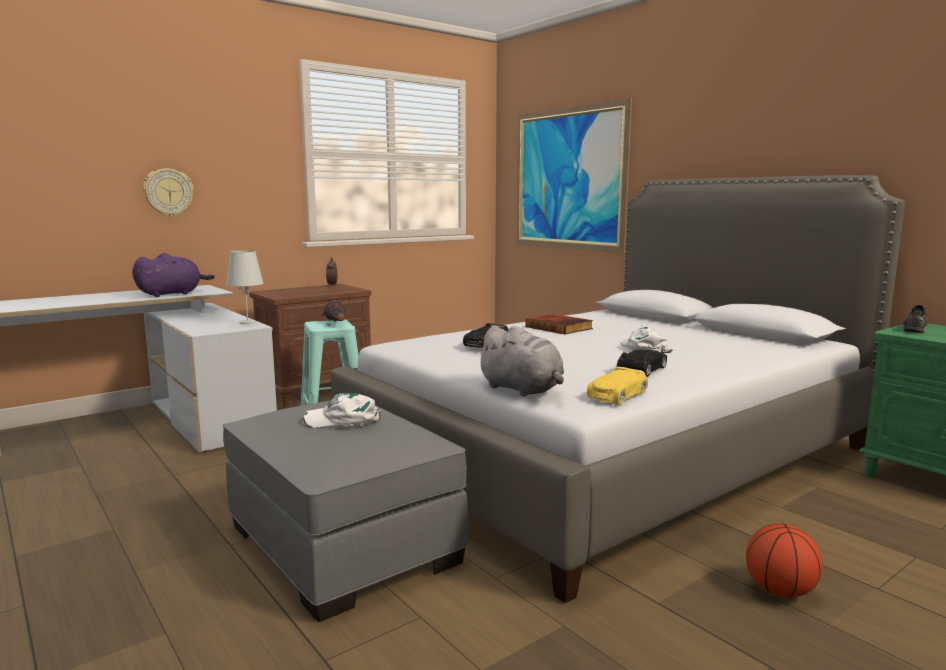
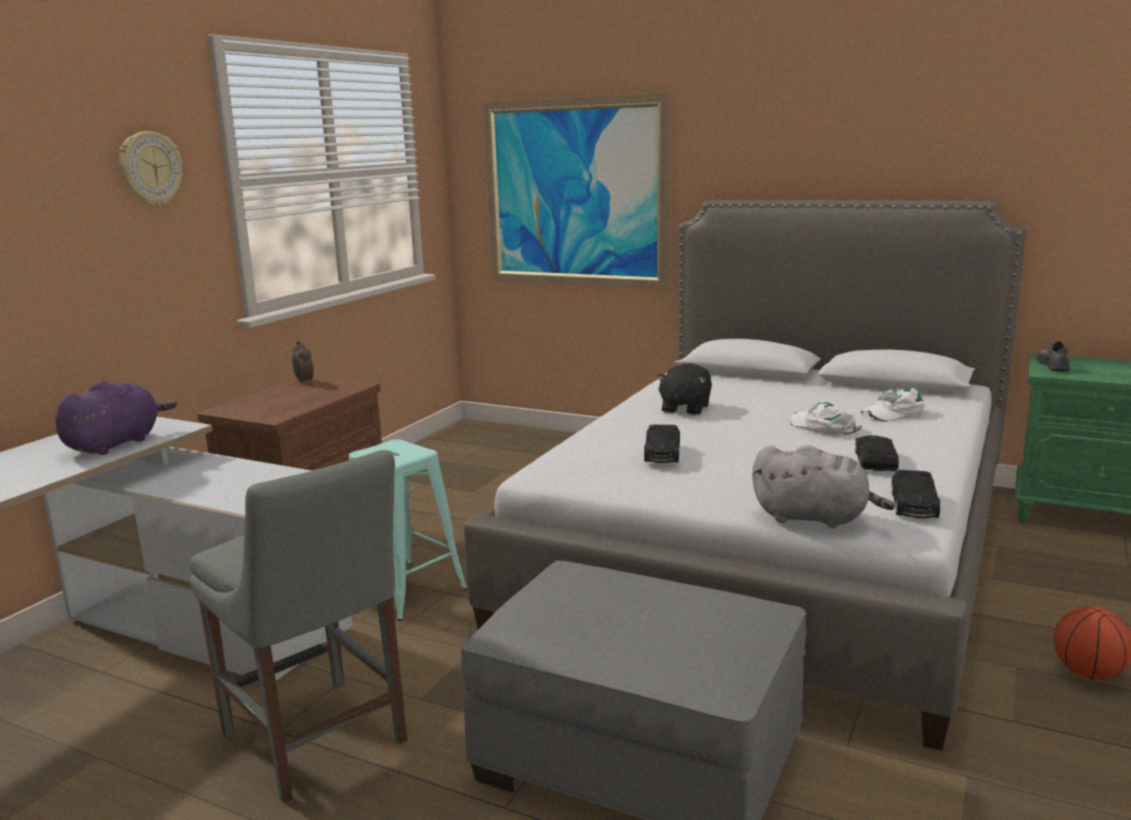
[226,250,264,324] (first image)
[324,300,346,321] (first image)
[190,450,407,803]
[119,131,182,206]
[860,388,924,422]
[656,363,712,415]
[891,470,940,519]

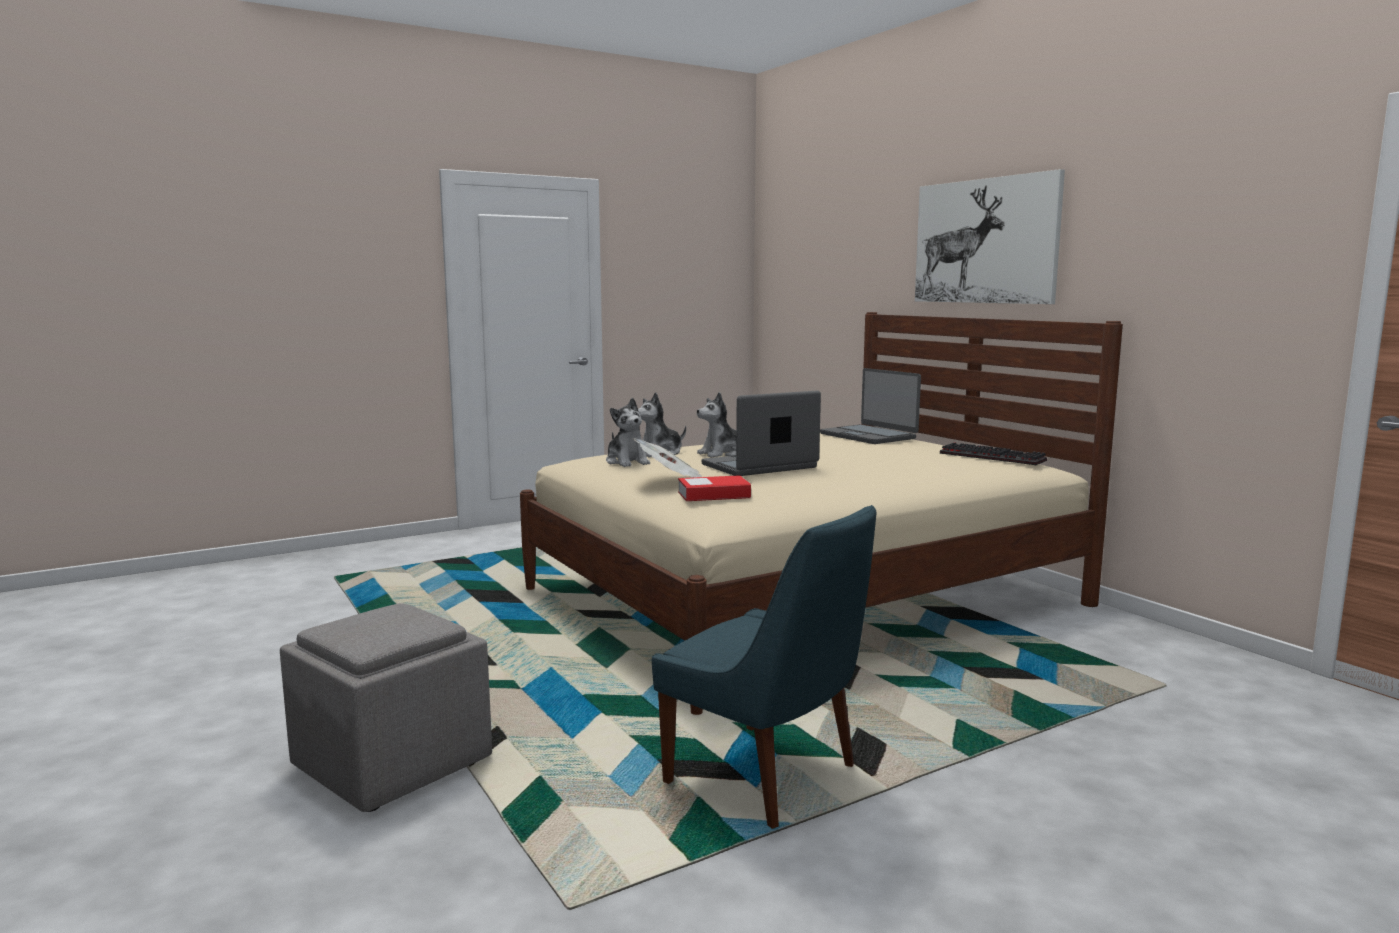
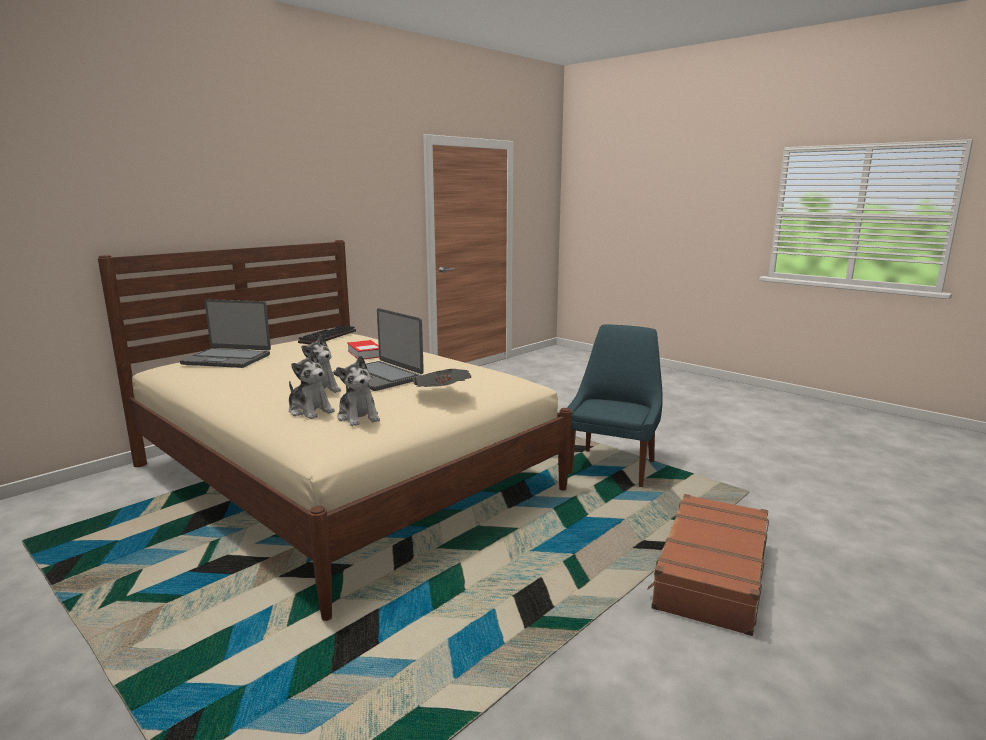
[915,169,1065,304] (first image)
[347,340,379,359]
[647,494,769,636]
[336,356,380,426]
[180,299,271,368]

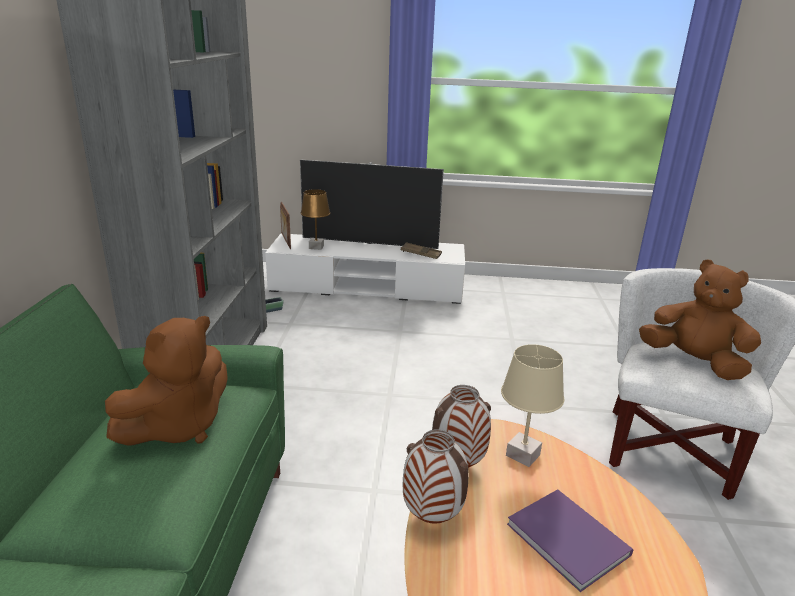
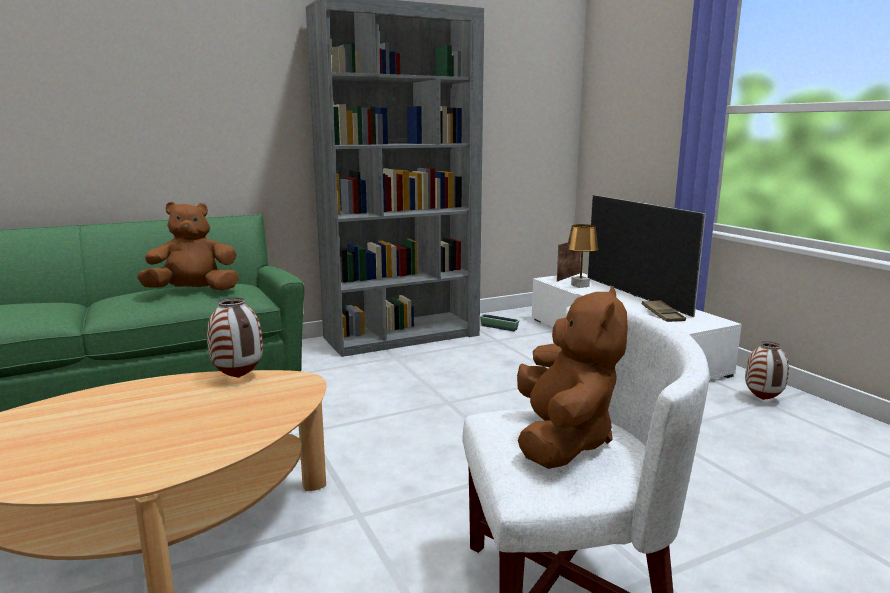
[501,344,564,467] (first image)
[507,489,633,592] (first image)
[745,341,789,400]
[137,202,239,291]

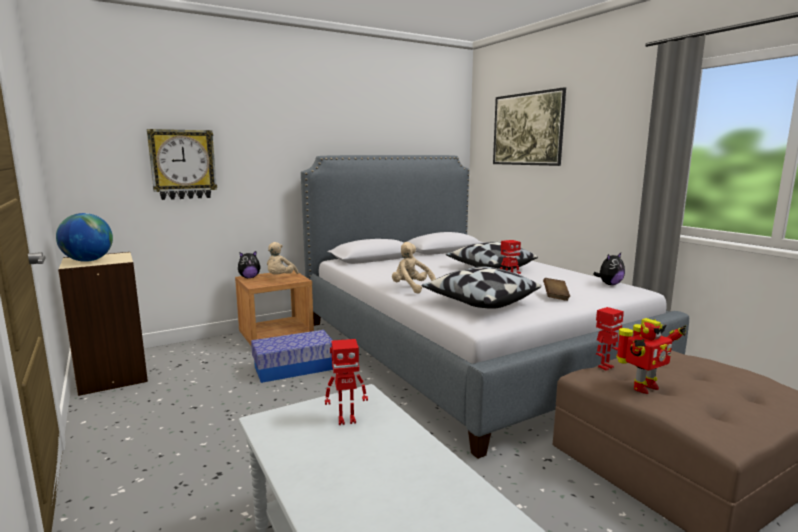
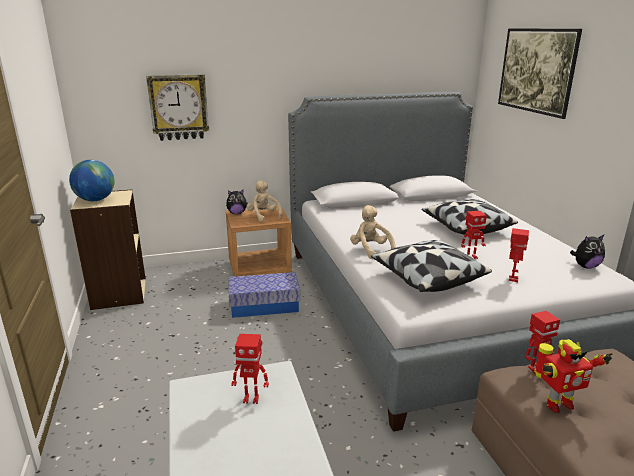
[509,228,529,282]
[247,180,283,222]

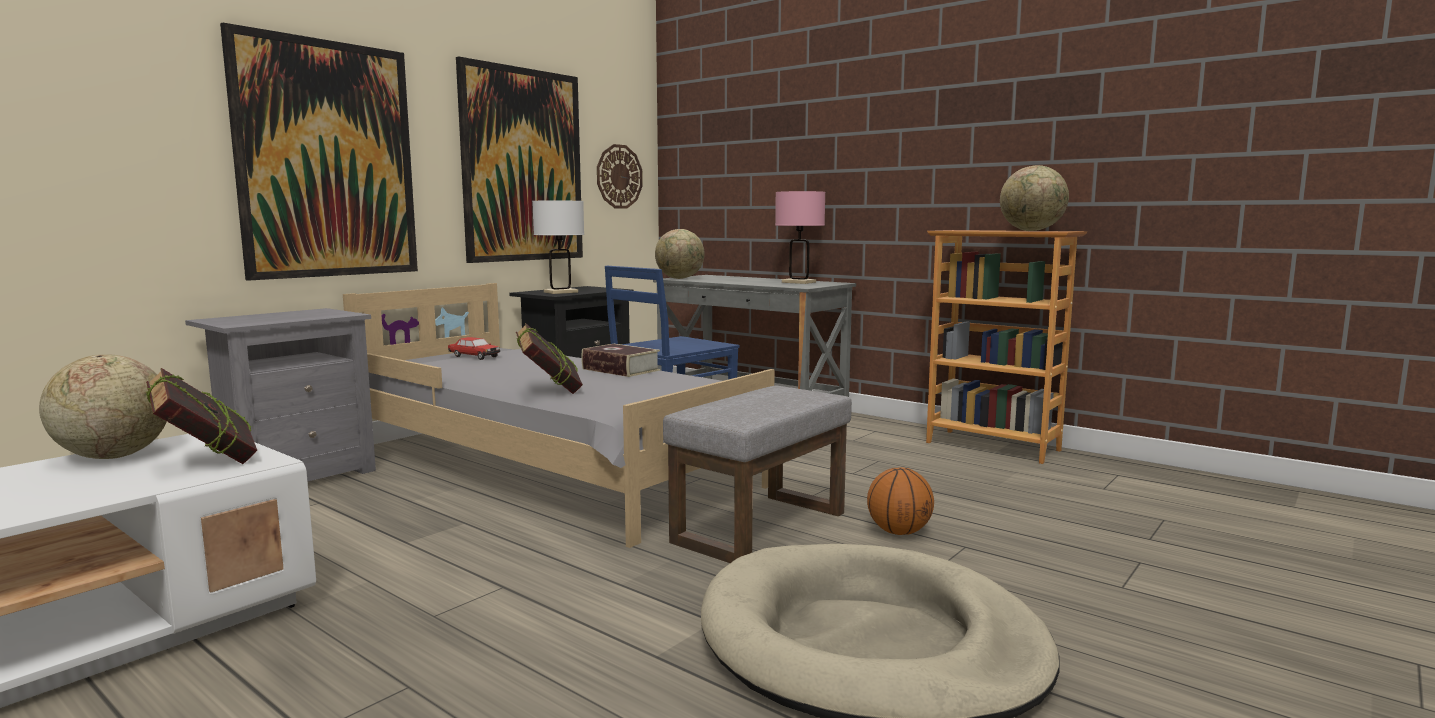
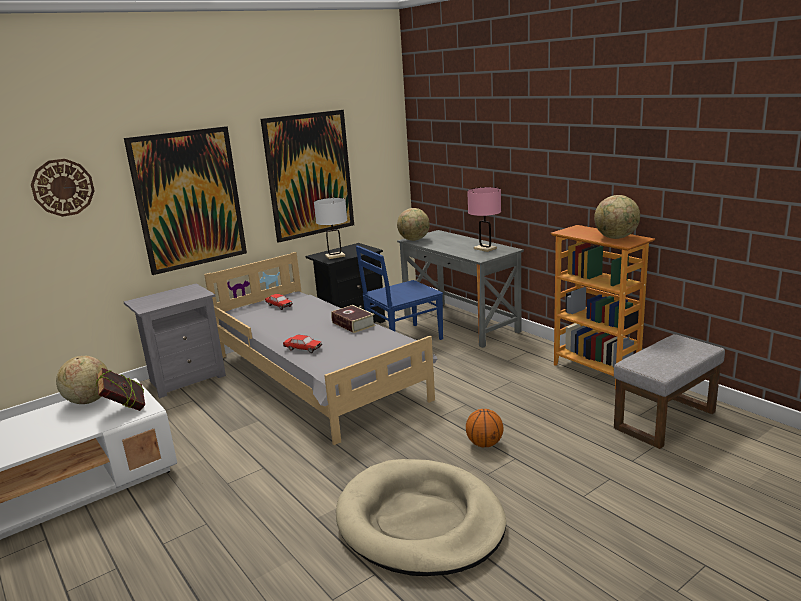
[31,159,95,217]
[614,334,725,449]
[283,335,322,353]

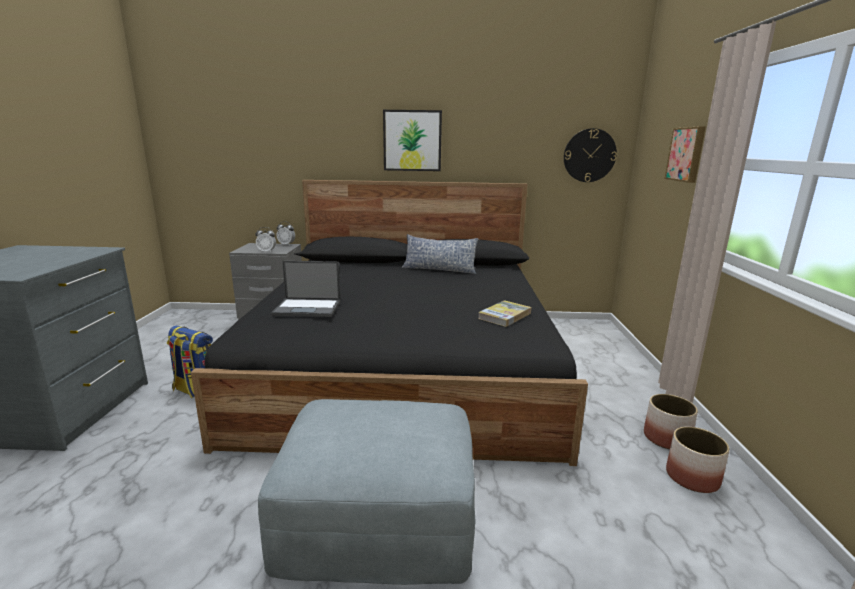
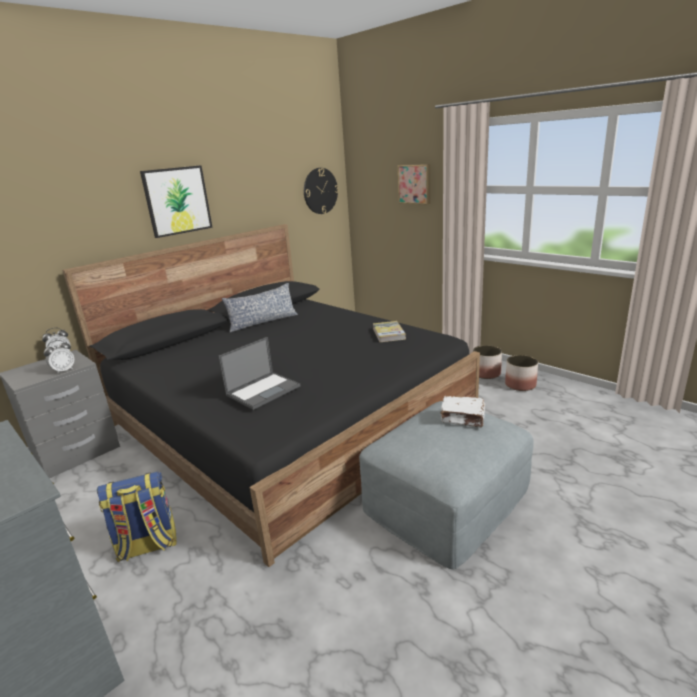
[440,396,485,427]

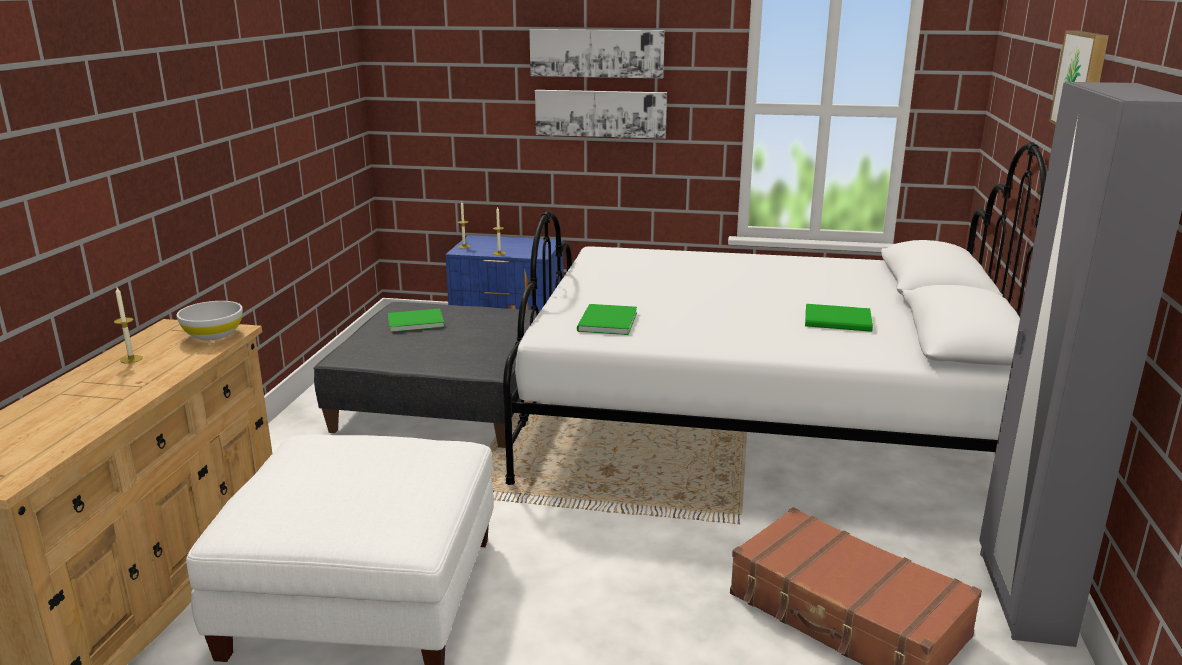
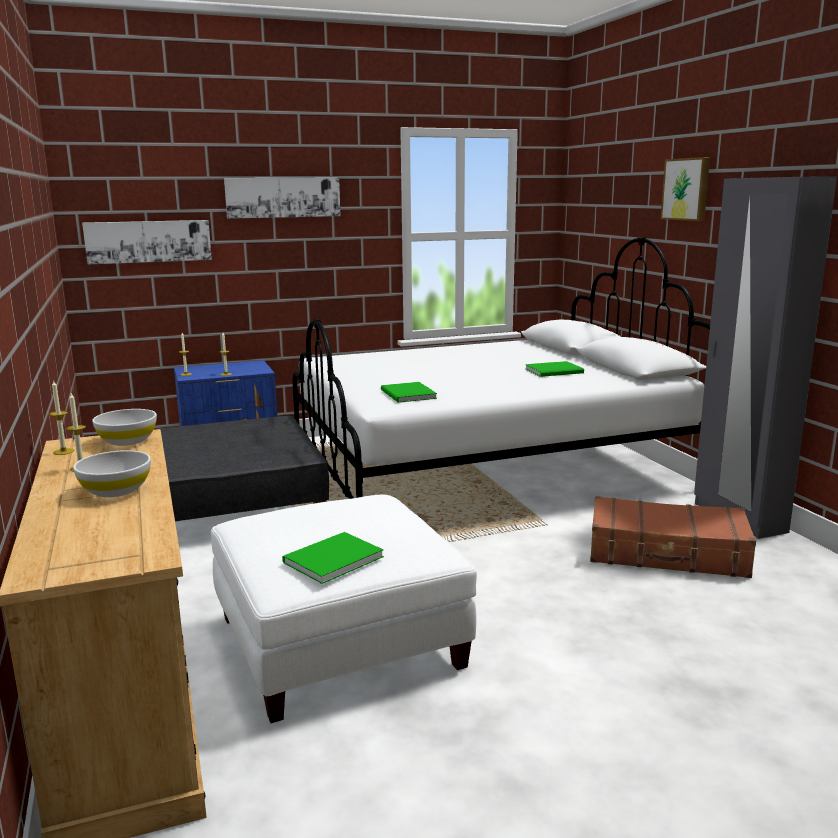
[49,381,75,455]
[73,450,151,497]
[282,532,384,584]
[82,220,212,265]

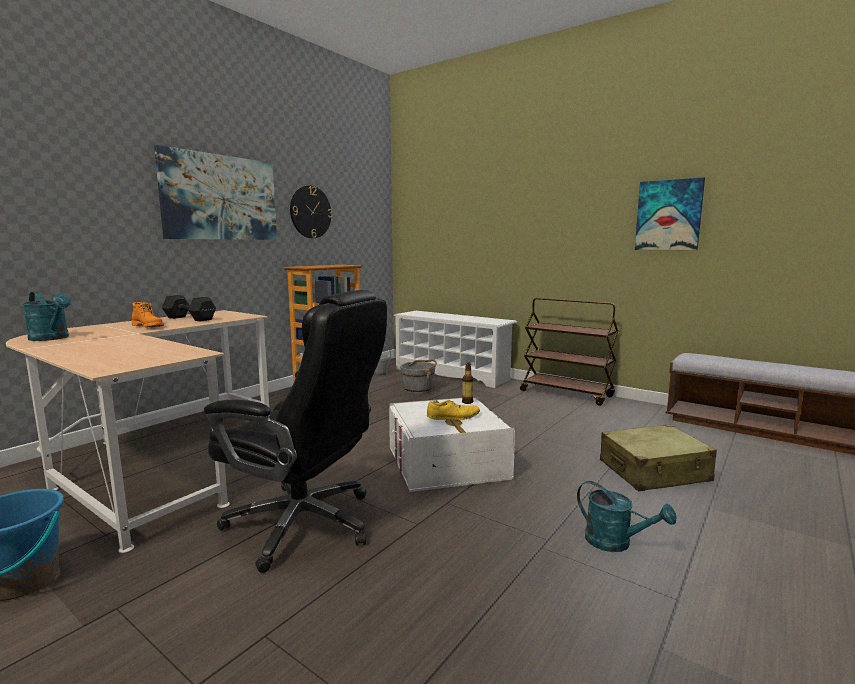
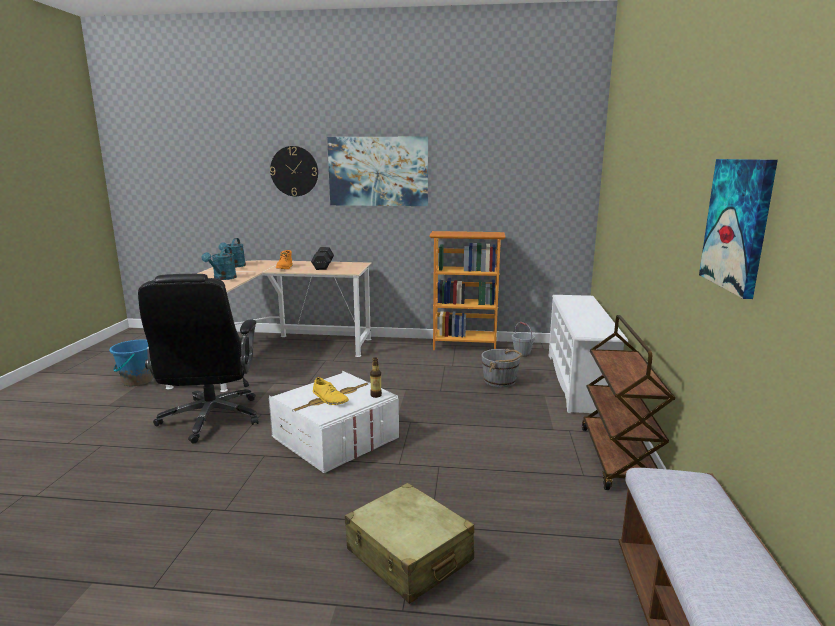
[270,146,318,196]
[202,247,237,280]

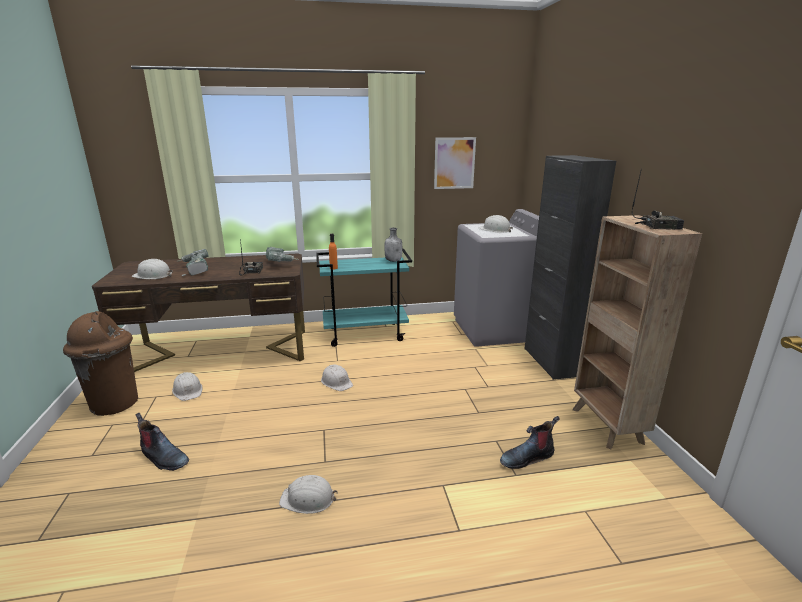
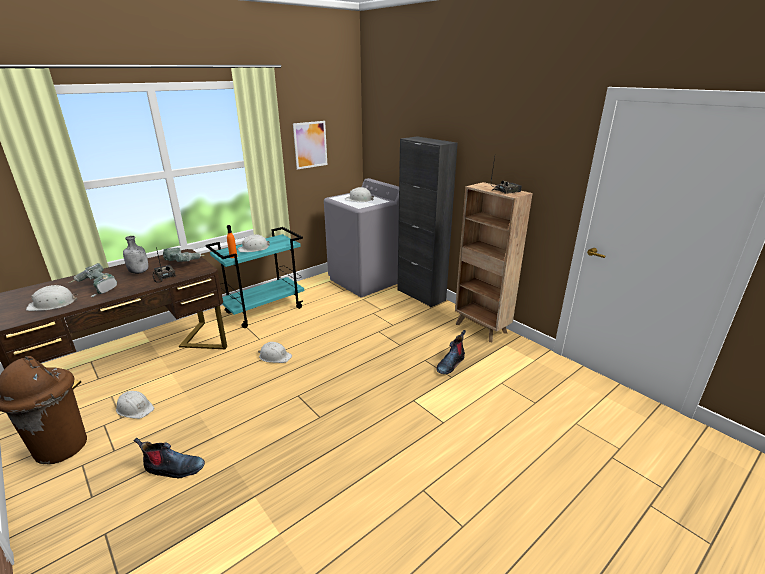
[238,234,270,252]
[123,236,148,274]

